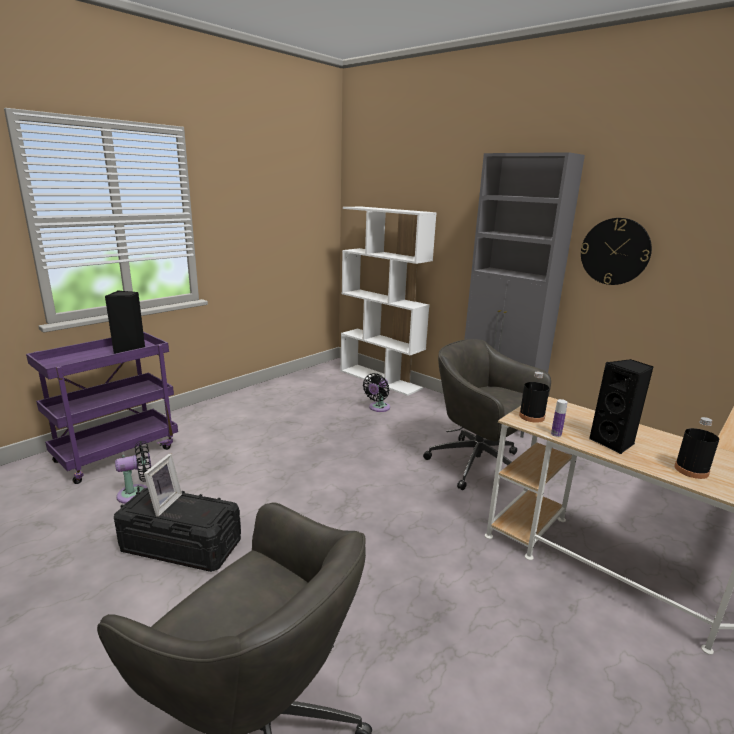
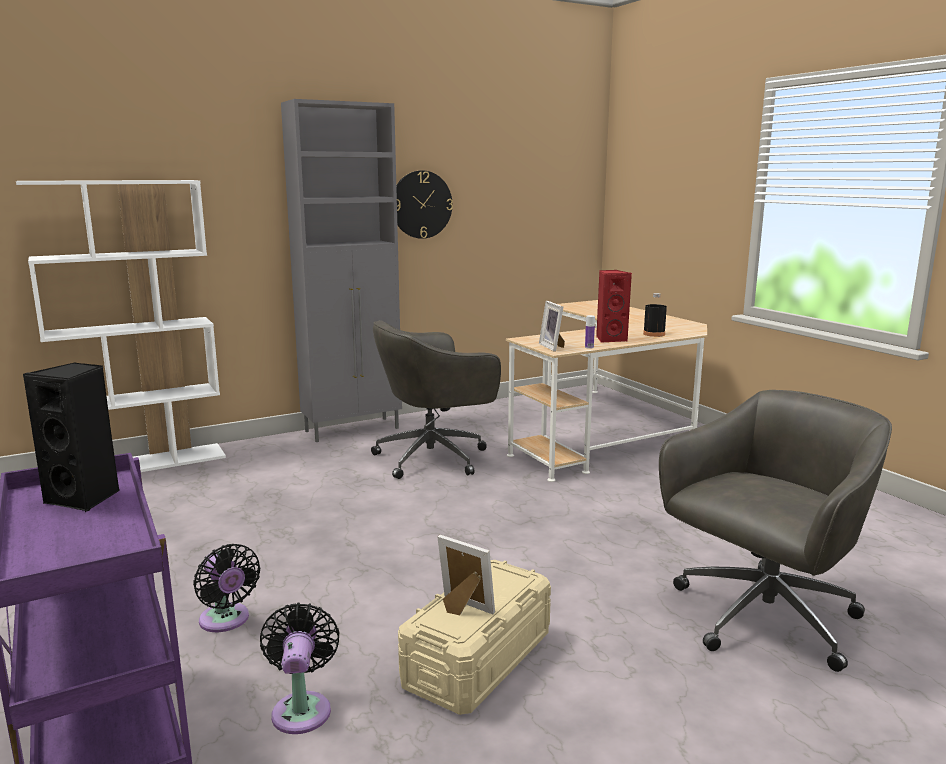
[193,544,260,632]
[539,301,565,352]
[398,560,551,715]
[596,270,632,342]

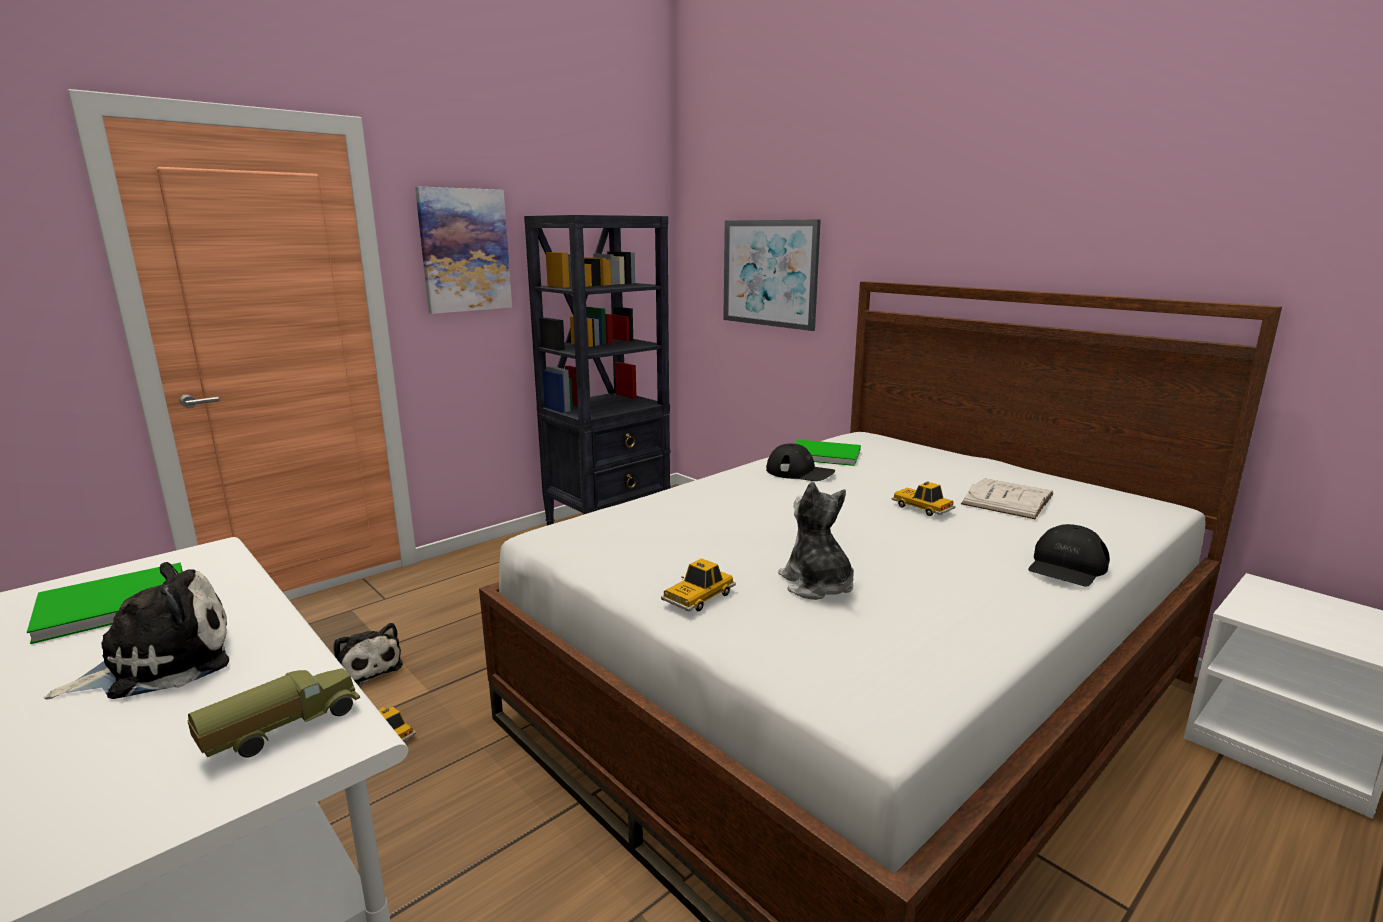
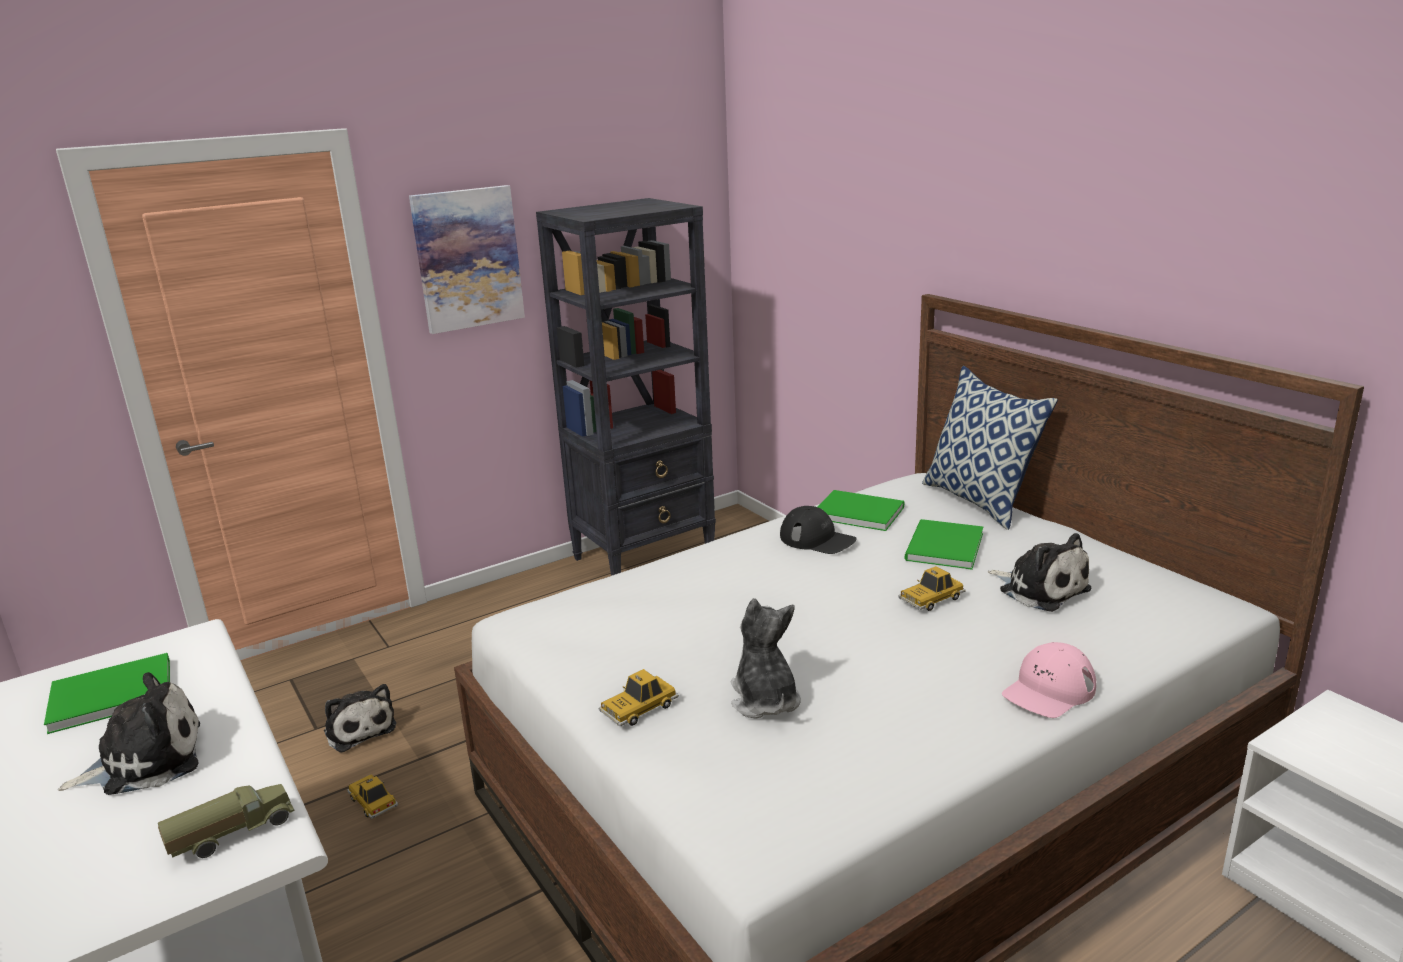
[723,219,821,331] (first image)
[905,519,983,570]
[922,366,1058,530]
[988,533,1091,612]
[1002,642,1096,718]
[898,566,965,611]

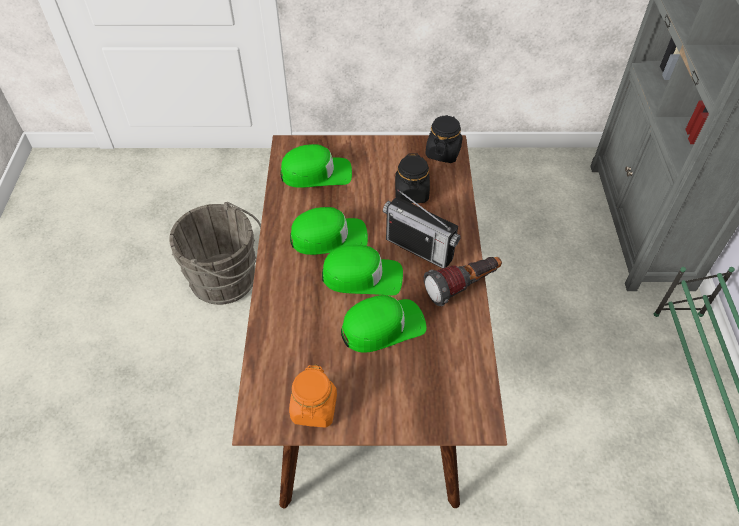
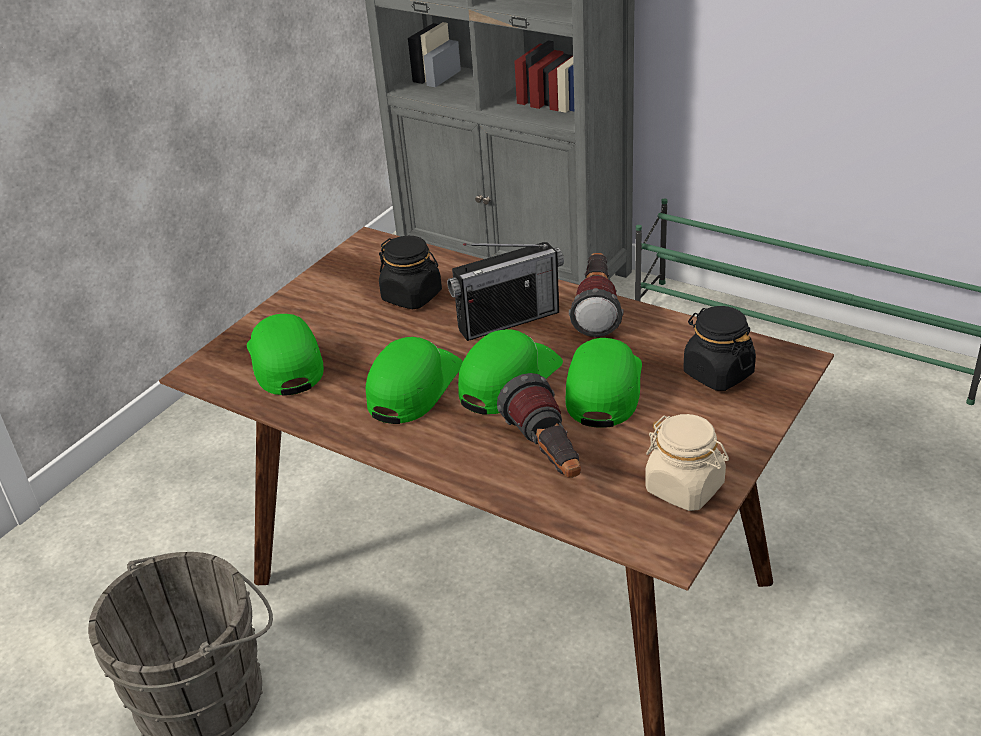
[497,373,581,478]
[683,306,756,391]
[645,414,729,511]
[247,314,324,396]

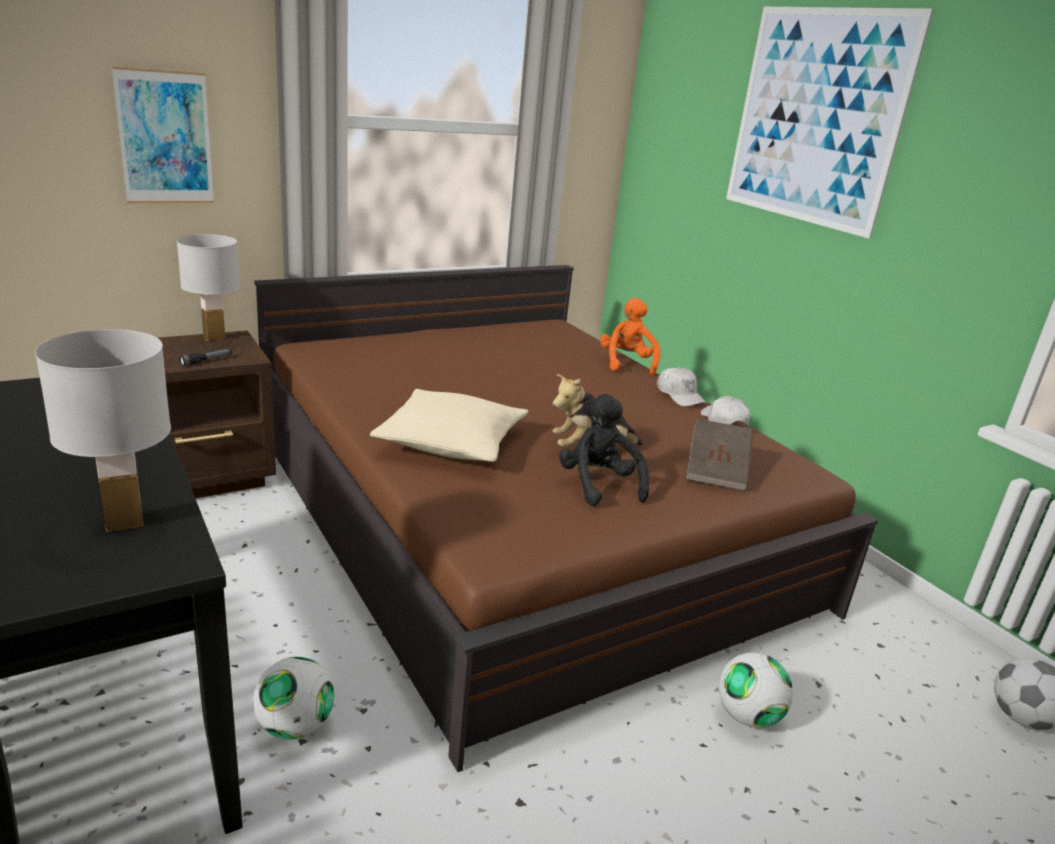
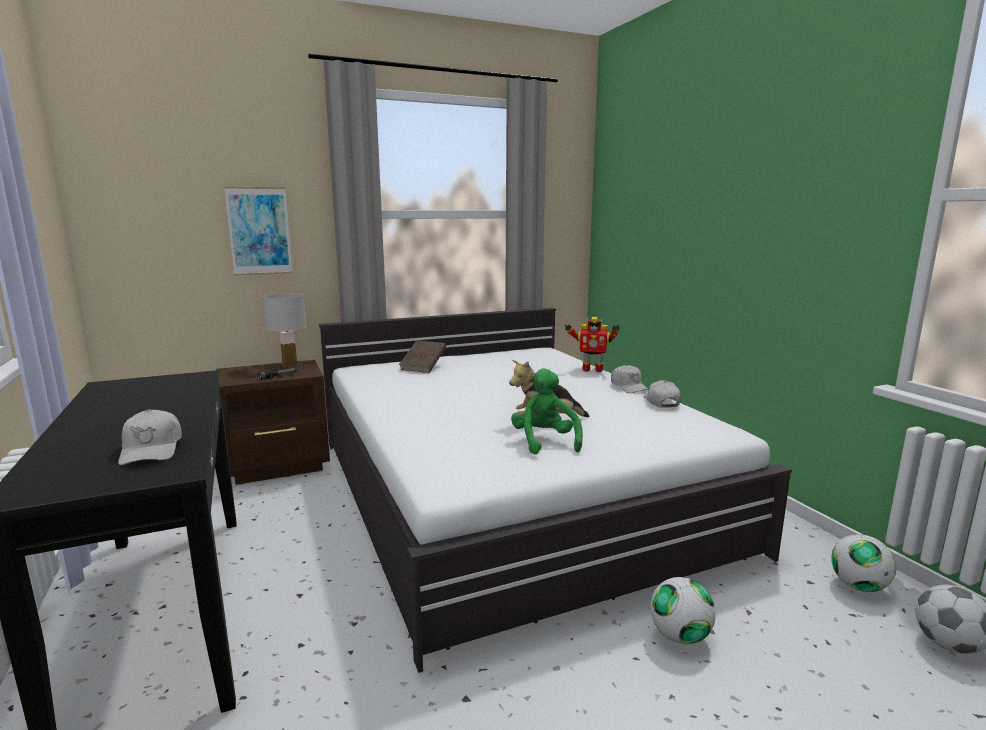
[370,389,528,462] (first image)
[726,7,934,239] (first image)
[831,534,896,592]
[399,340,446,373]
[118,409,182,465]
[565,317,620,372]
[319,308,792,673]
[511,368,583,454]

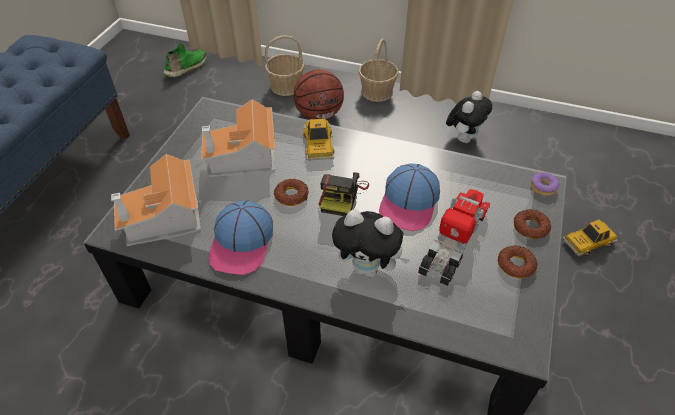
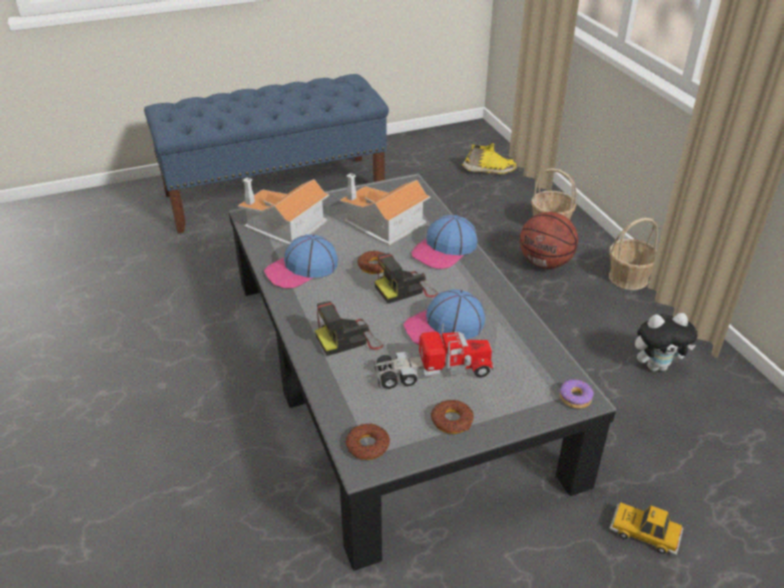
[346,423,390,460]
[411,215,478,269]
[315,301,383,356]
[462,143,517,174]

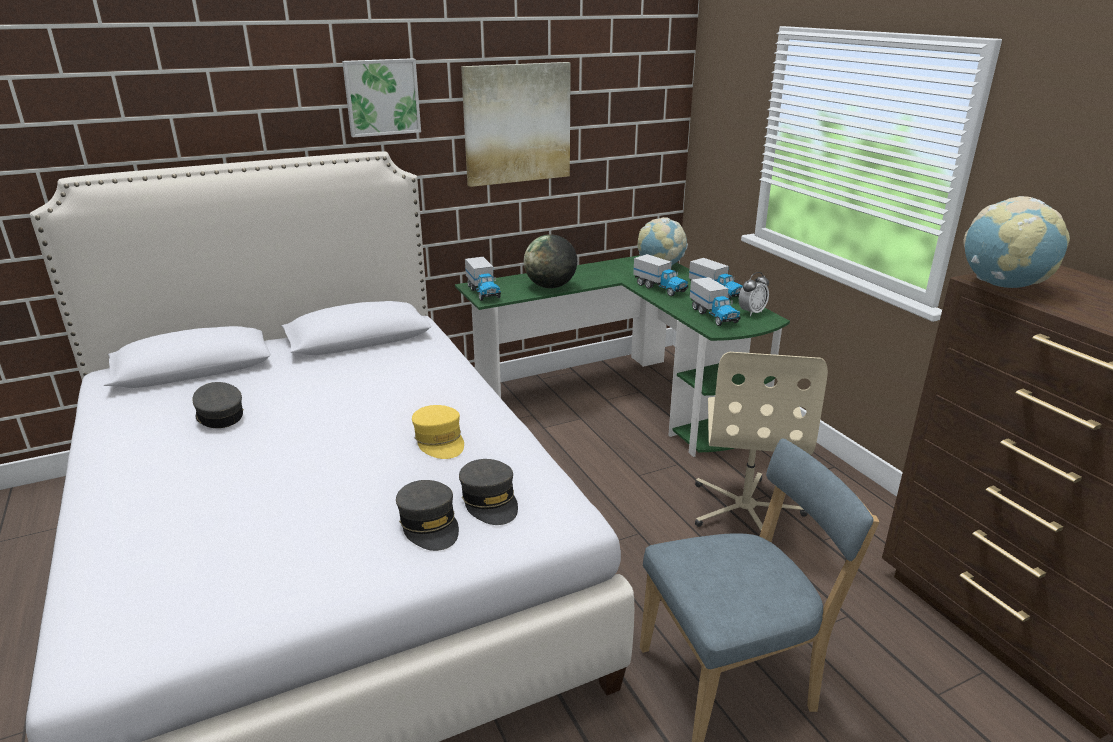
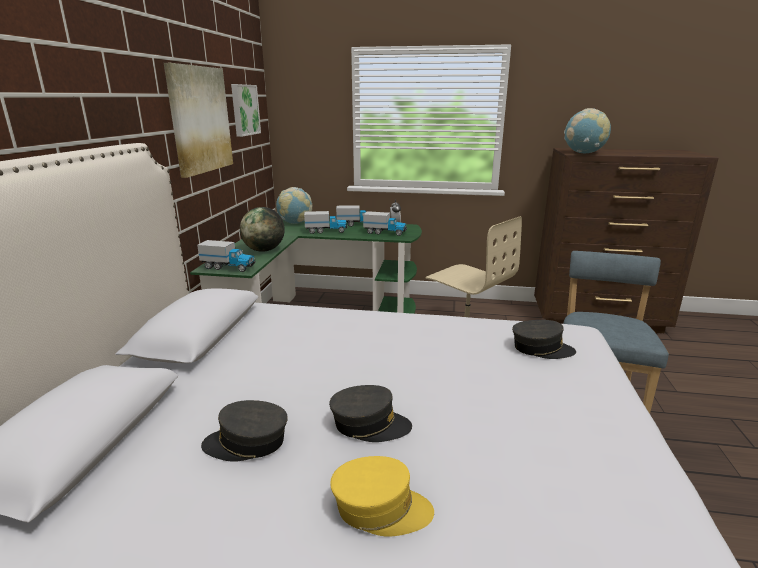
[231,84,261,137]
[329,385,412,442]
[330,456,434,537]

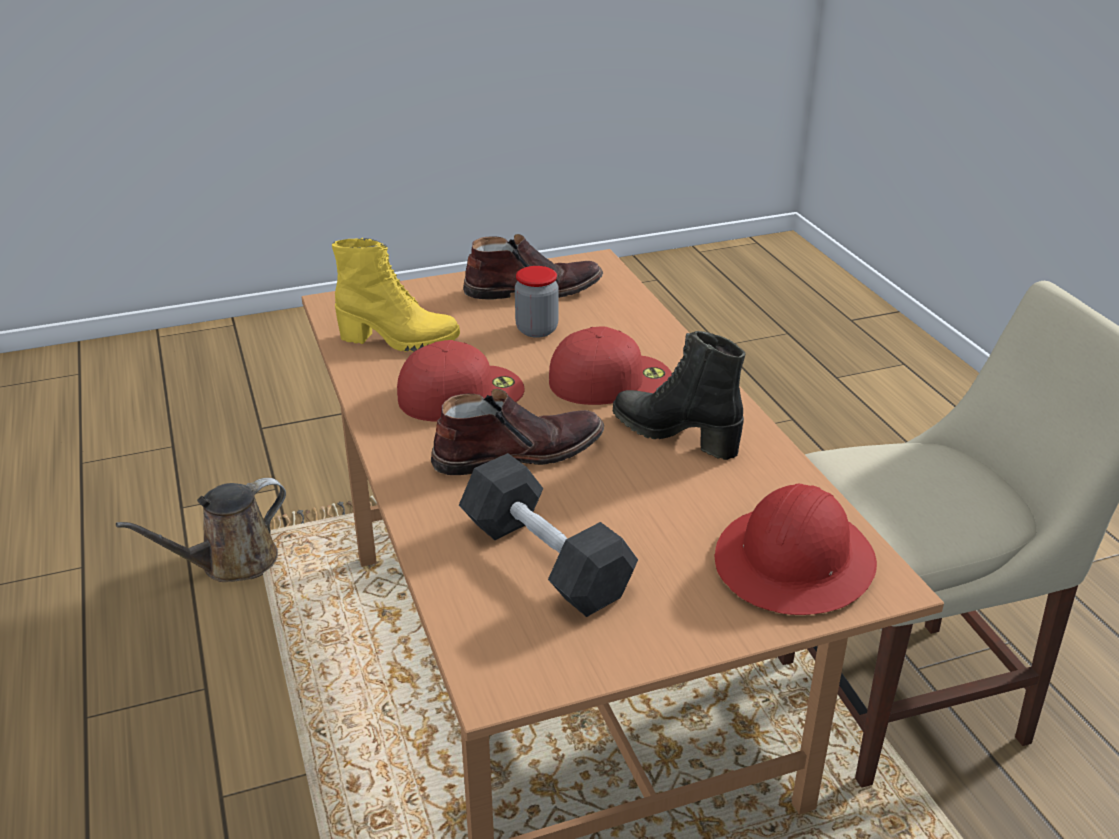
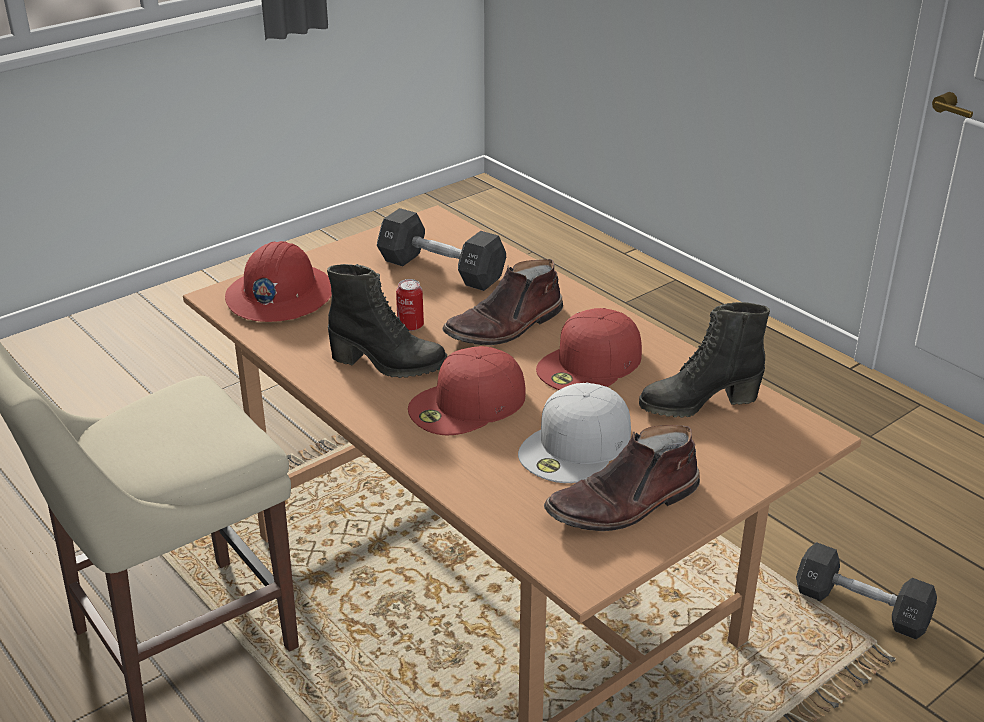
[396,279,424,331]
[796,542,937,639]
[518,383,631,483]
[639,302,770,418]

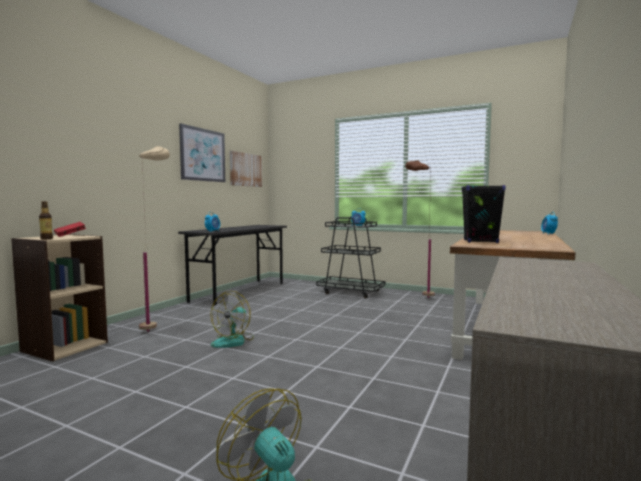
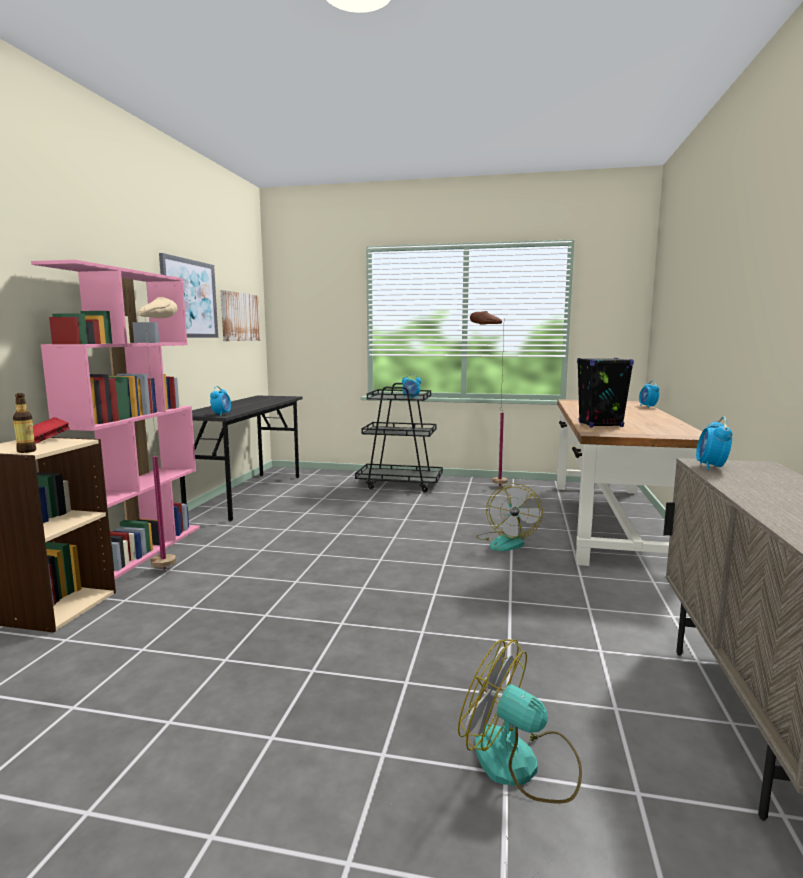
[31,260,200,579]
[696,417,732,470]
[476,483,543,551]

